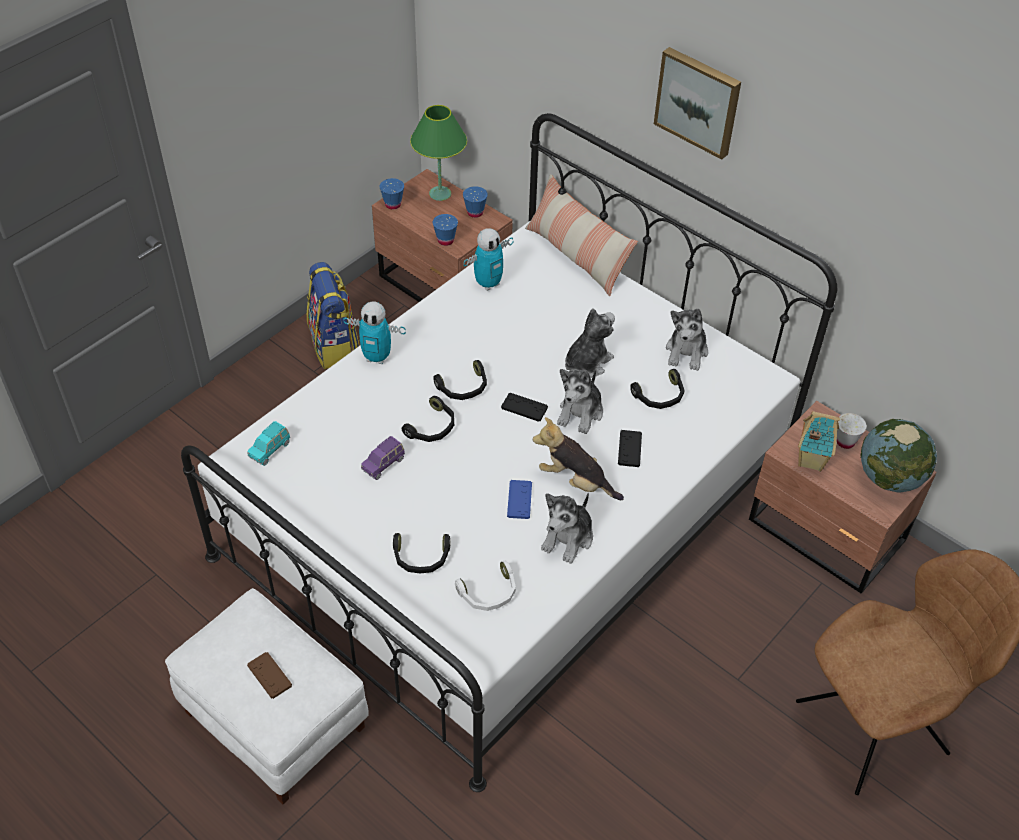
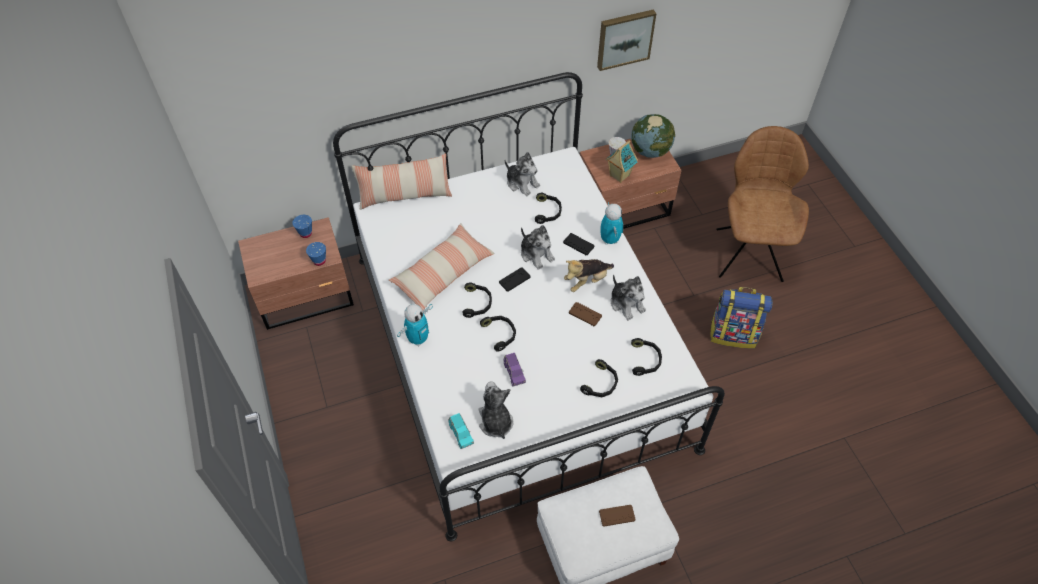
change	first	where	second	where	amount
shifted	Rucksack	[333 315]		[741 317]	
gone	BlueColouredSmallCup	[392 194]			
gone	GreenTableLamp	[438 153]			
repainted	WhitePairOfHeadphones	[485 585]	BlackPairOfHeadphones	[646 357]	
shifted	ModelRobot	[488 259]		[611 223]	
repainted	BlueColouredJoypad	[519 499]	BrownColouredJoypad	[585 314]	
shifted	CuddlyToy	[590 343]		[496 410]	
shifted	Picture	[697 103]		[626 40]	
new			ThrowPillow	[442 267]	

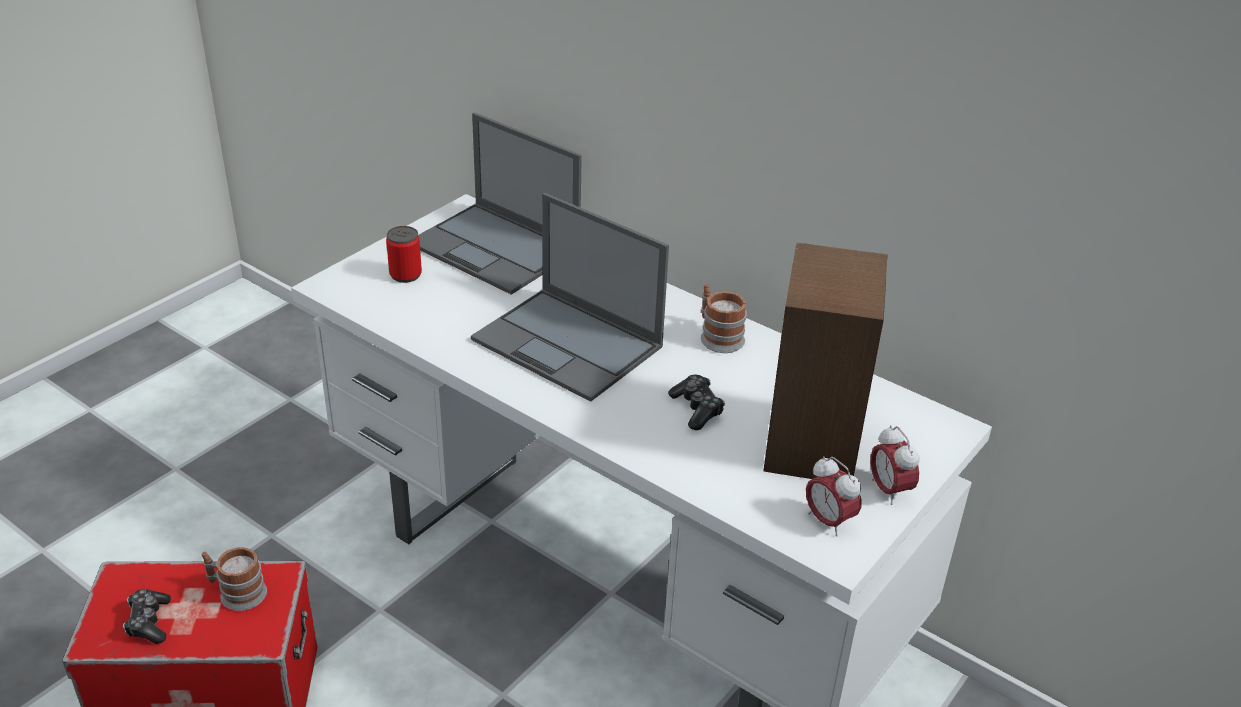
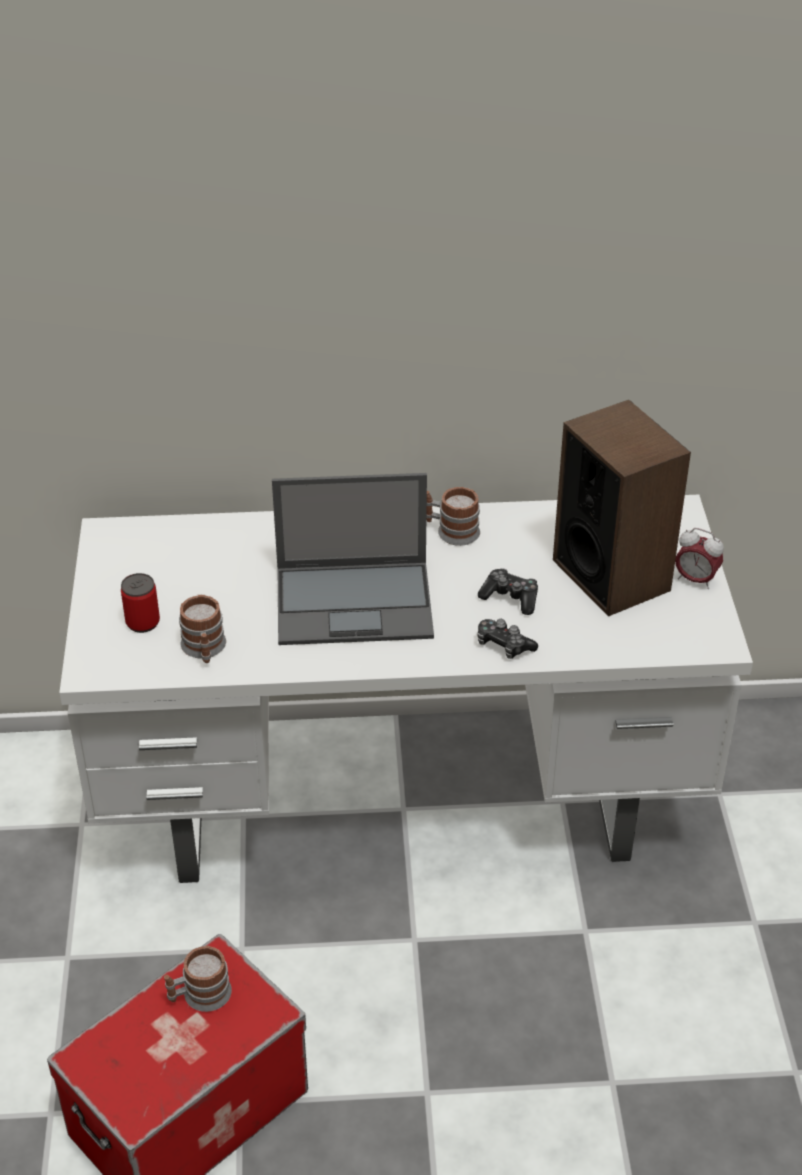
change	first	where	second	where	amount
shifted	Joypad	[147 616]		[507 639]	
gone	Laptop	[500 204]			
gone	BedsideClock	[833 496]			
new			Mug	[202 629]	

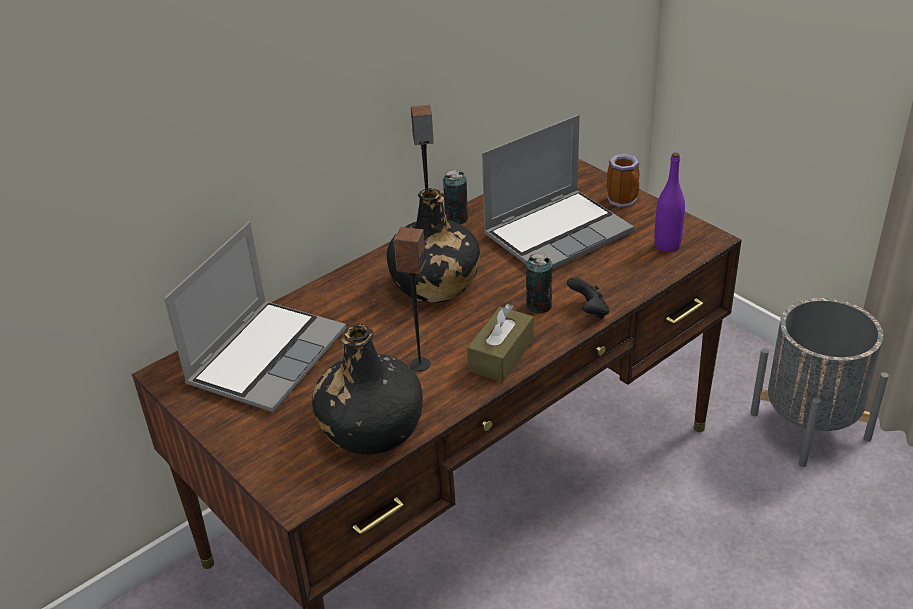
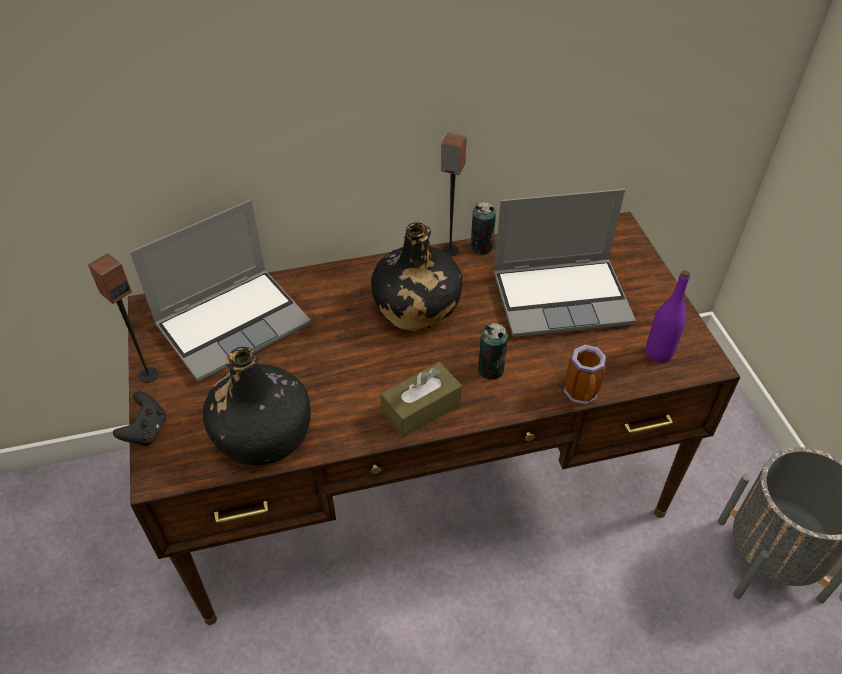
change	first	where	second	where	amount
shifted	Speaker	[412 299]		[123 318]	
shifted	BlackJoypad	[588 298]		[139 418]	
shifted	Mug	[623 180]		[585 375]	

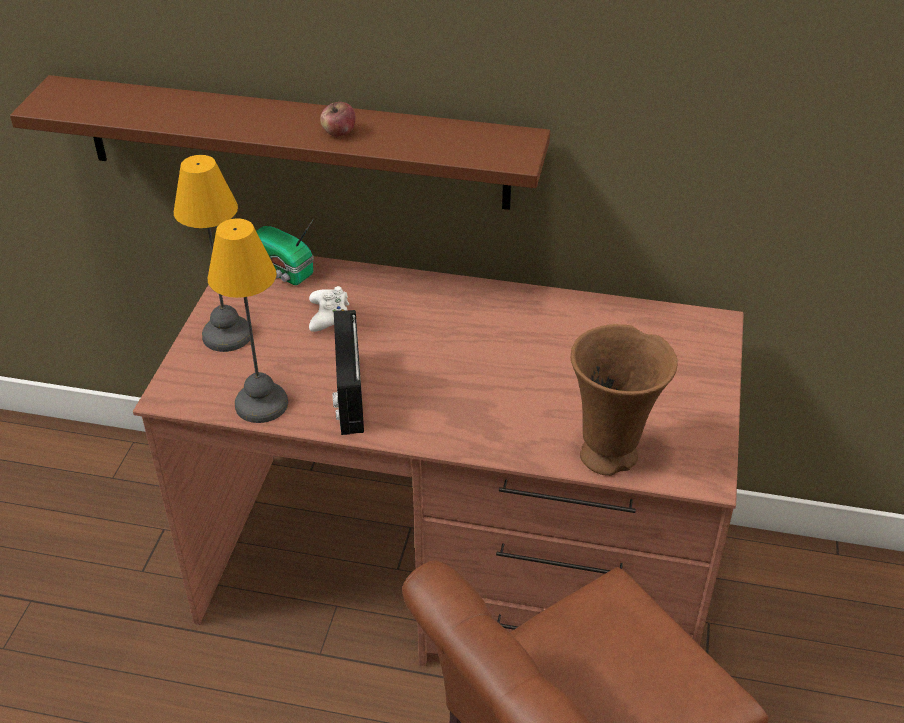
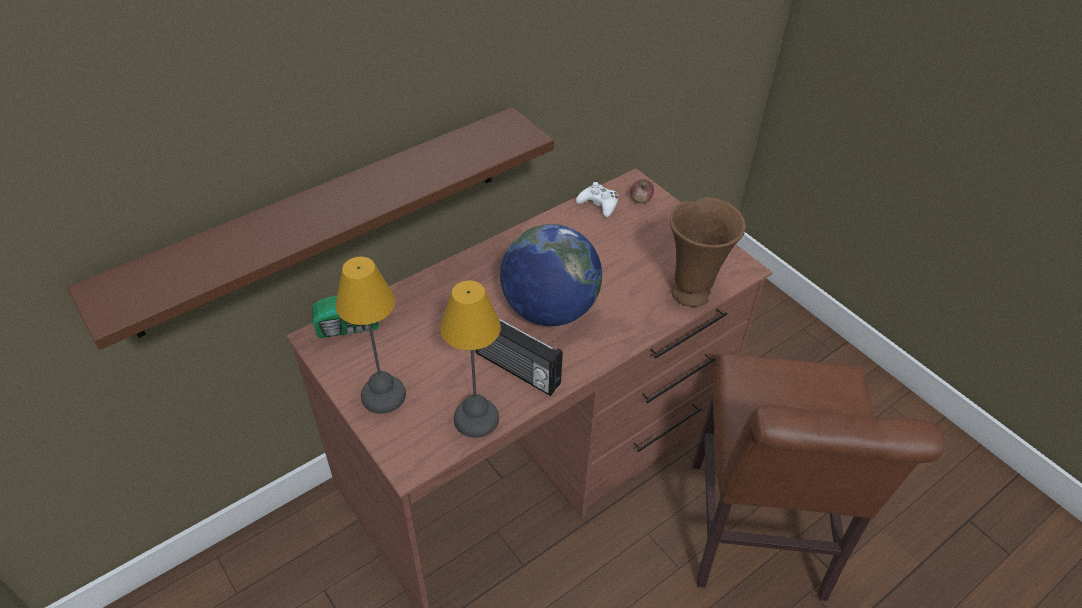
change	first	where	second	where	amount
shifted	WhiteJoypad	[329 309]		[597 199]	
shifted	Apple	[338 119]		[642 191]	
new			WorldGlobe	[551 275]	

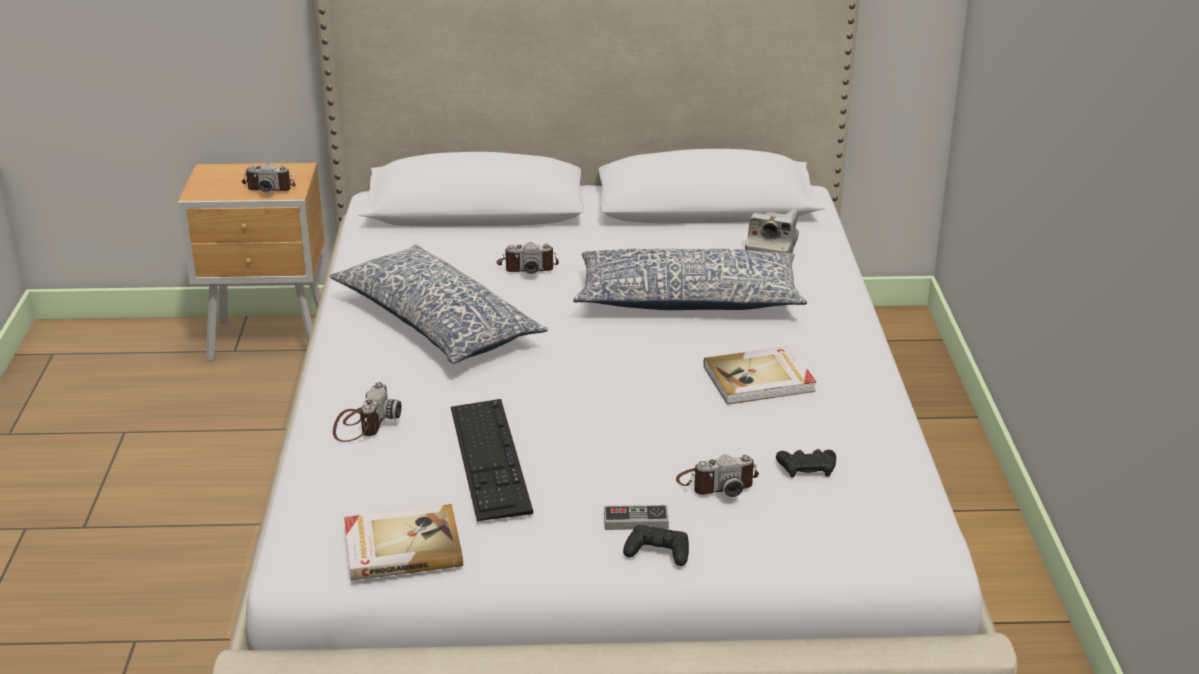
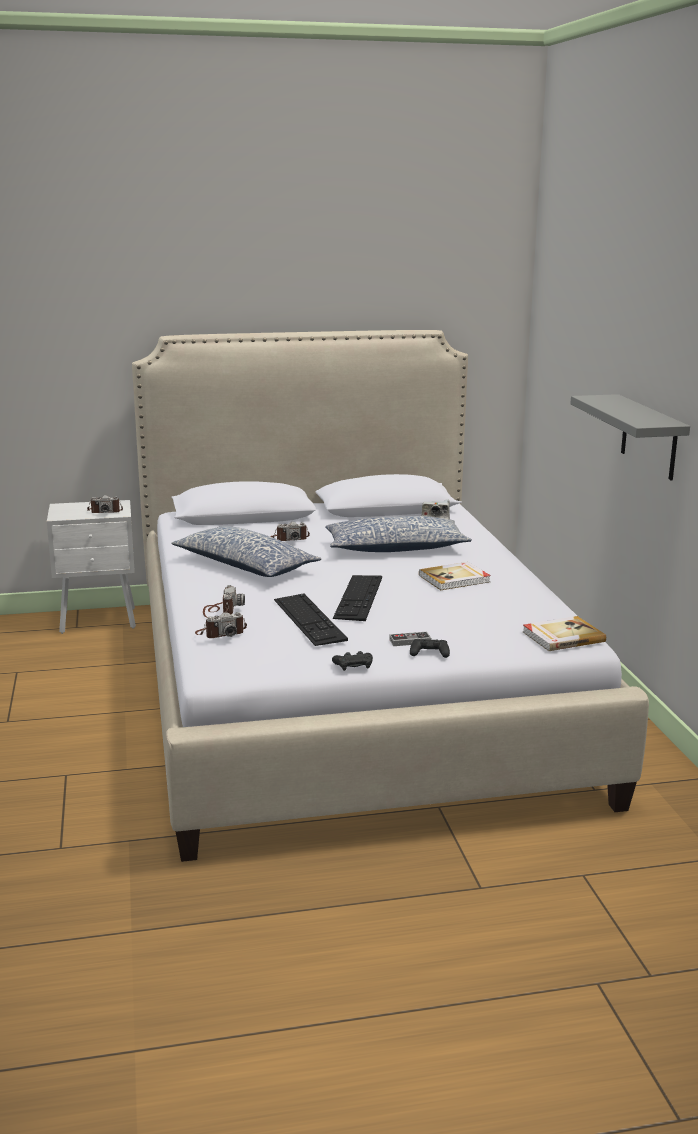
change	first	where	second	where	amount
repainted	BrownColouredNightTable	[251 262]	WhiteNightTable	[91 567]	
shifted	Volume	[403 542]		[564 633]	
shifted	PhotoCamera	[717 475]		[221 625]	
shifted	BlackJoypad	[806 463]		[352 661]	
new			Keyboard	[357 598]	
new			GrayWallShelf	[630 437]	

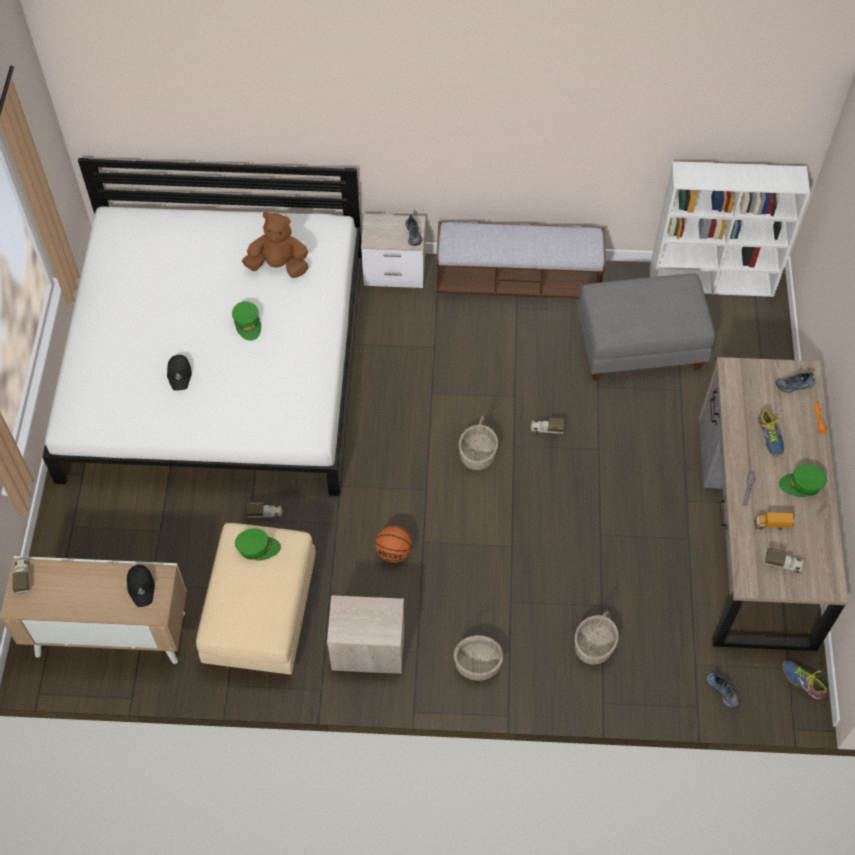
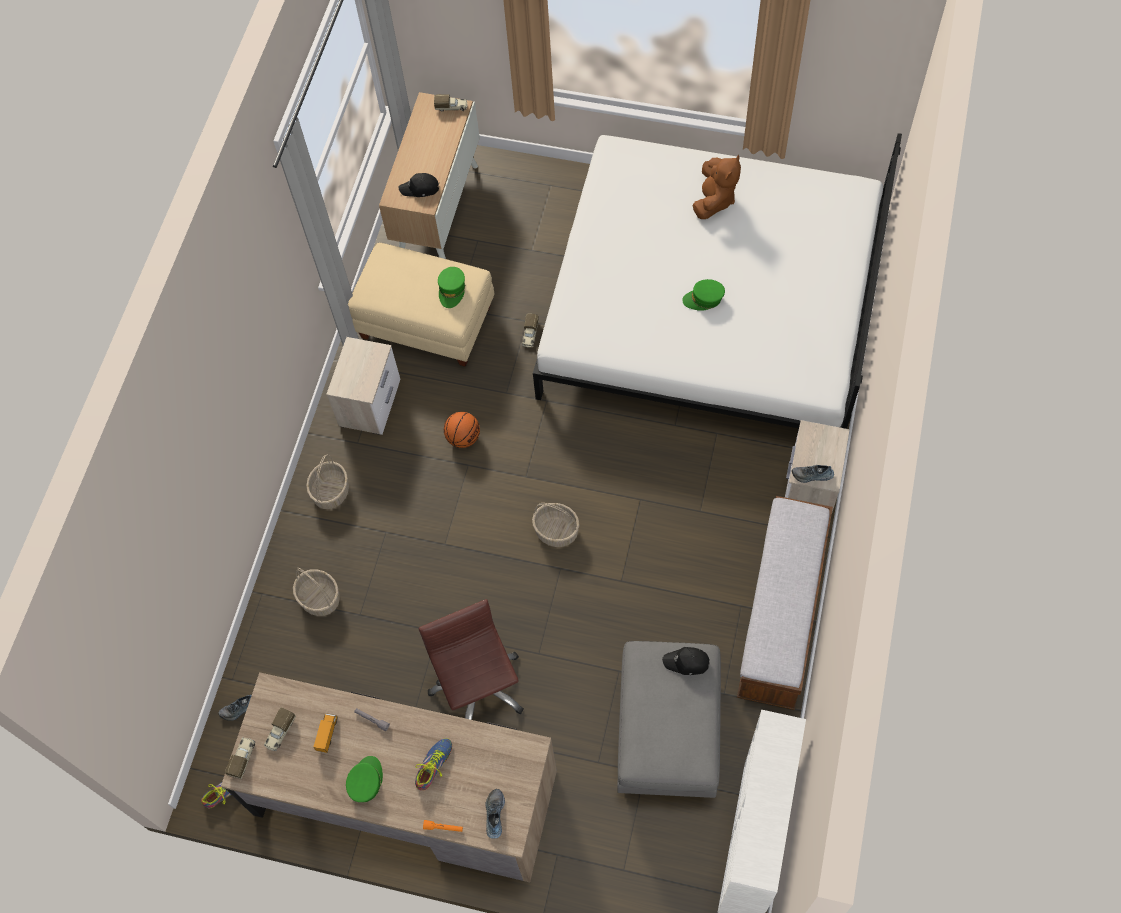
change	first	where	second	where	amount
shifted	BlackPeakedCap	[179 373]		[686 661]	
shifted	BrownColouredCuddlyToy	[275 245]		[717 187]	
shifted	ToyTruck	[547 426]		[240 758]	
rotated	LowShoe	[770 433]		[433 764]	120 degrees clockwise
new			BrownColouredDeskChair	[471 659]	

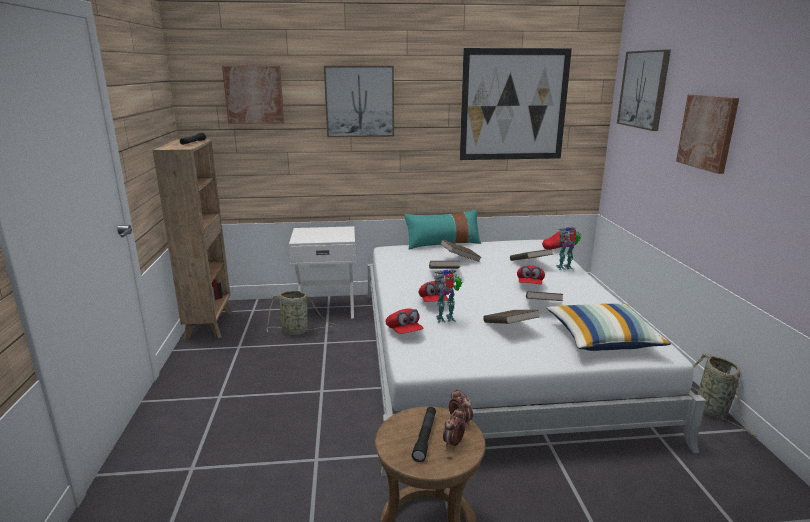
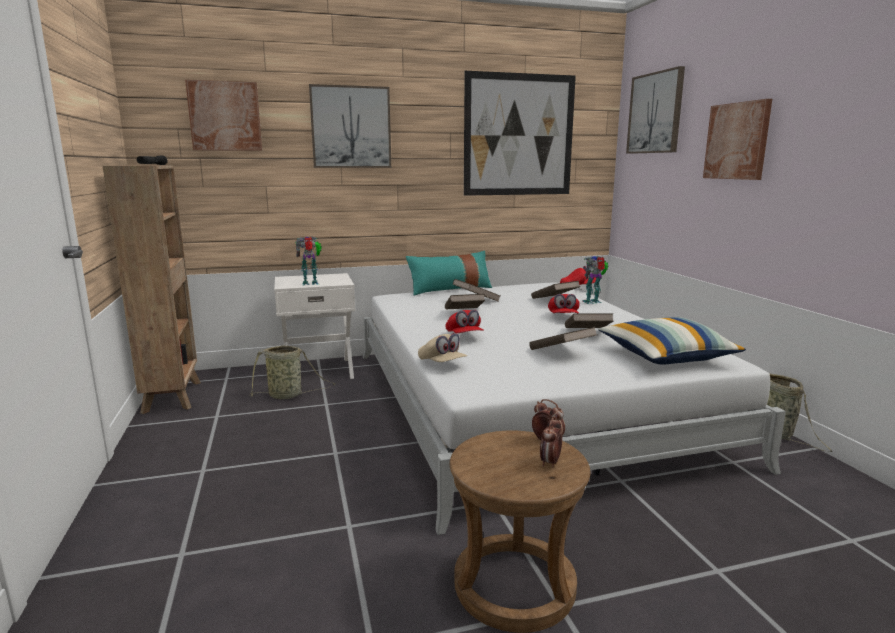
change	first	where	second	where	amount
repainted	RedColouredPeakedCap	[405 321]	SandColouredPeakedCap	[442 347]	
gone	BlackFlashlight	[424 434]			
shifted	ModelRobot	[448 296]		[308 261]	

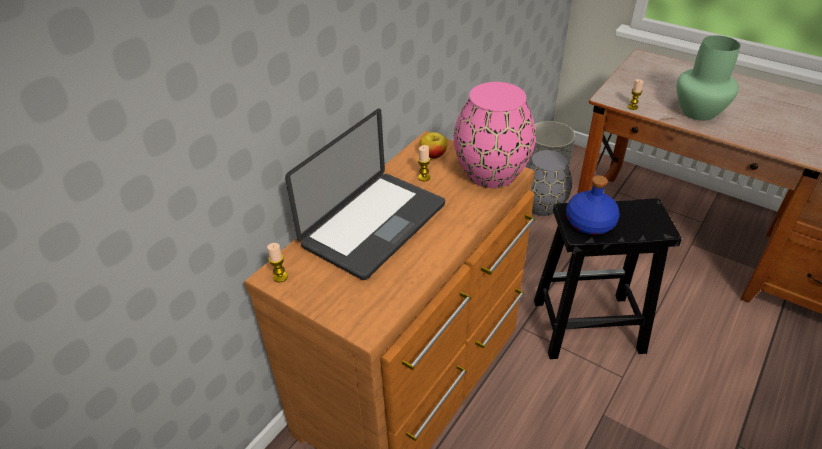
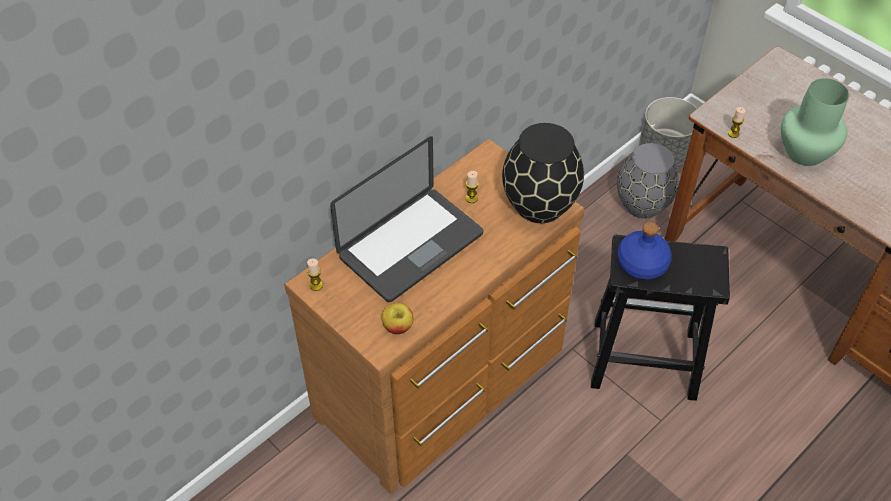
change	first	where	second	where	amount
shifted	Apple	[434 145]		[397 318]	
repainted	PinkDecorativeVase	[495 135]	BlackDecorativeVase	[543 173]	

